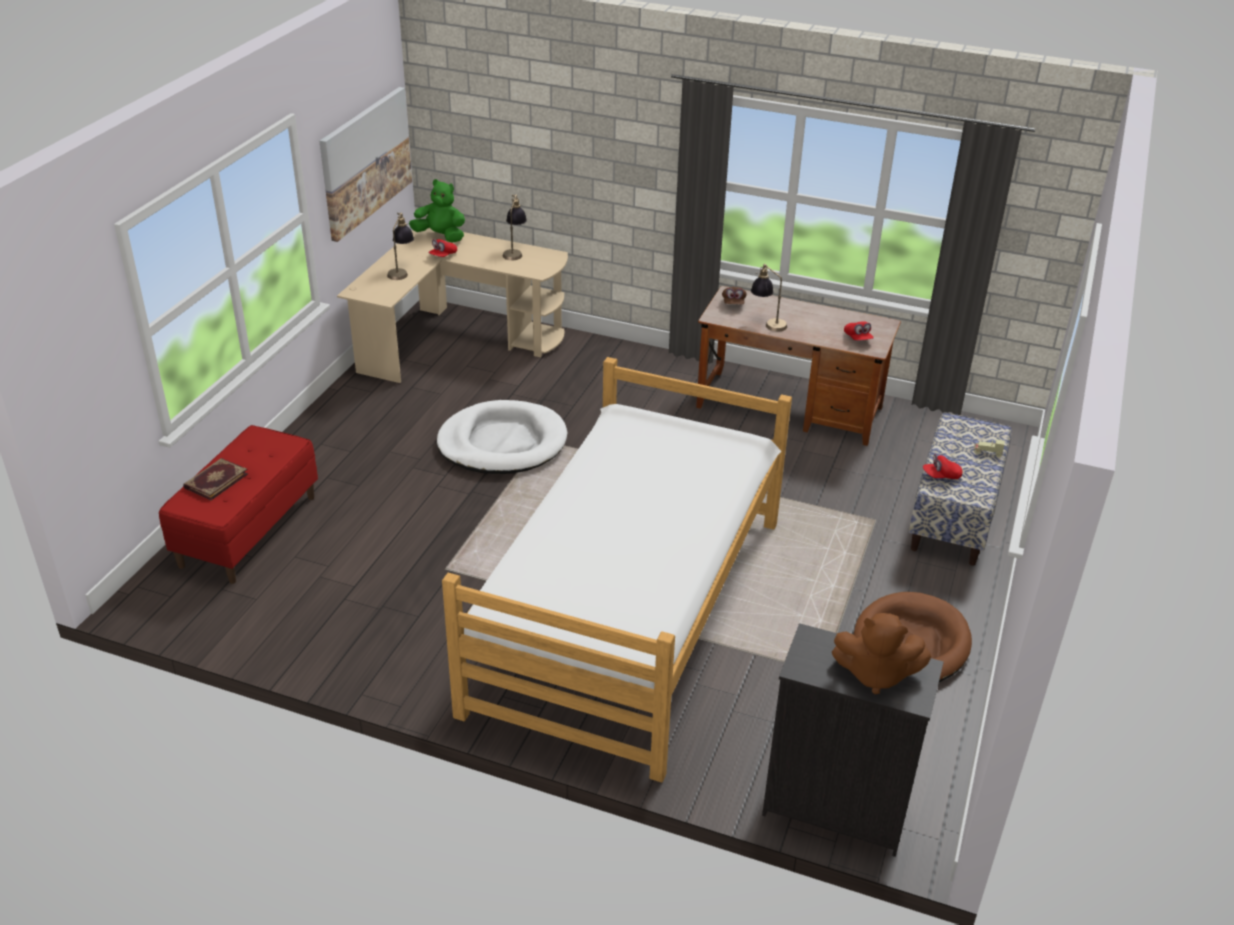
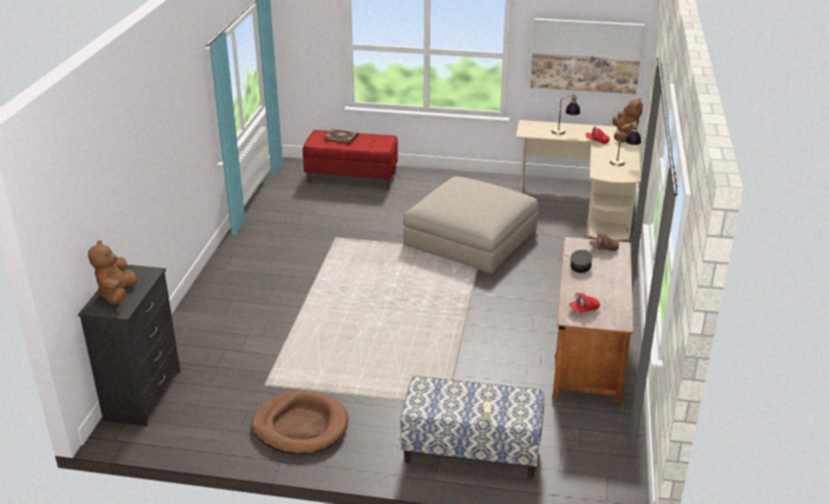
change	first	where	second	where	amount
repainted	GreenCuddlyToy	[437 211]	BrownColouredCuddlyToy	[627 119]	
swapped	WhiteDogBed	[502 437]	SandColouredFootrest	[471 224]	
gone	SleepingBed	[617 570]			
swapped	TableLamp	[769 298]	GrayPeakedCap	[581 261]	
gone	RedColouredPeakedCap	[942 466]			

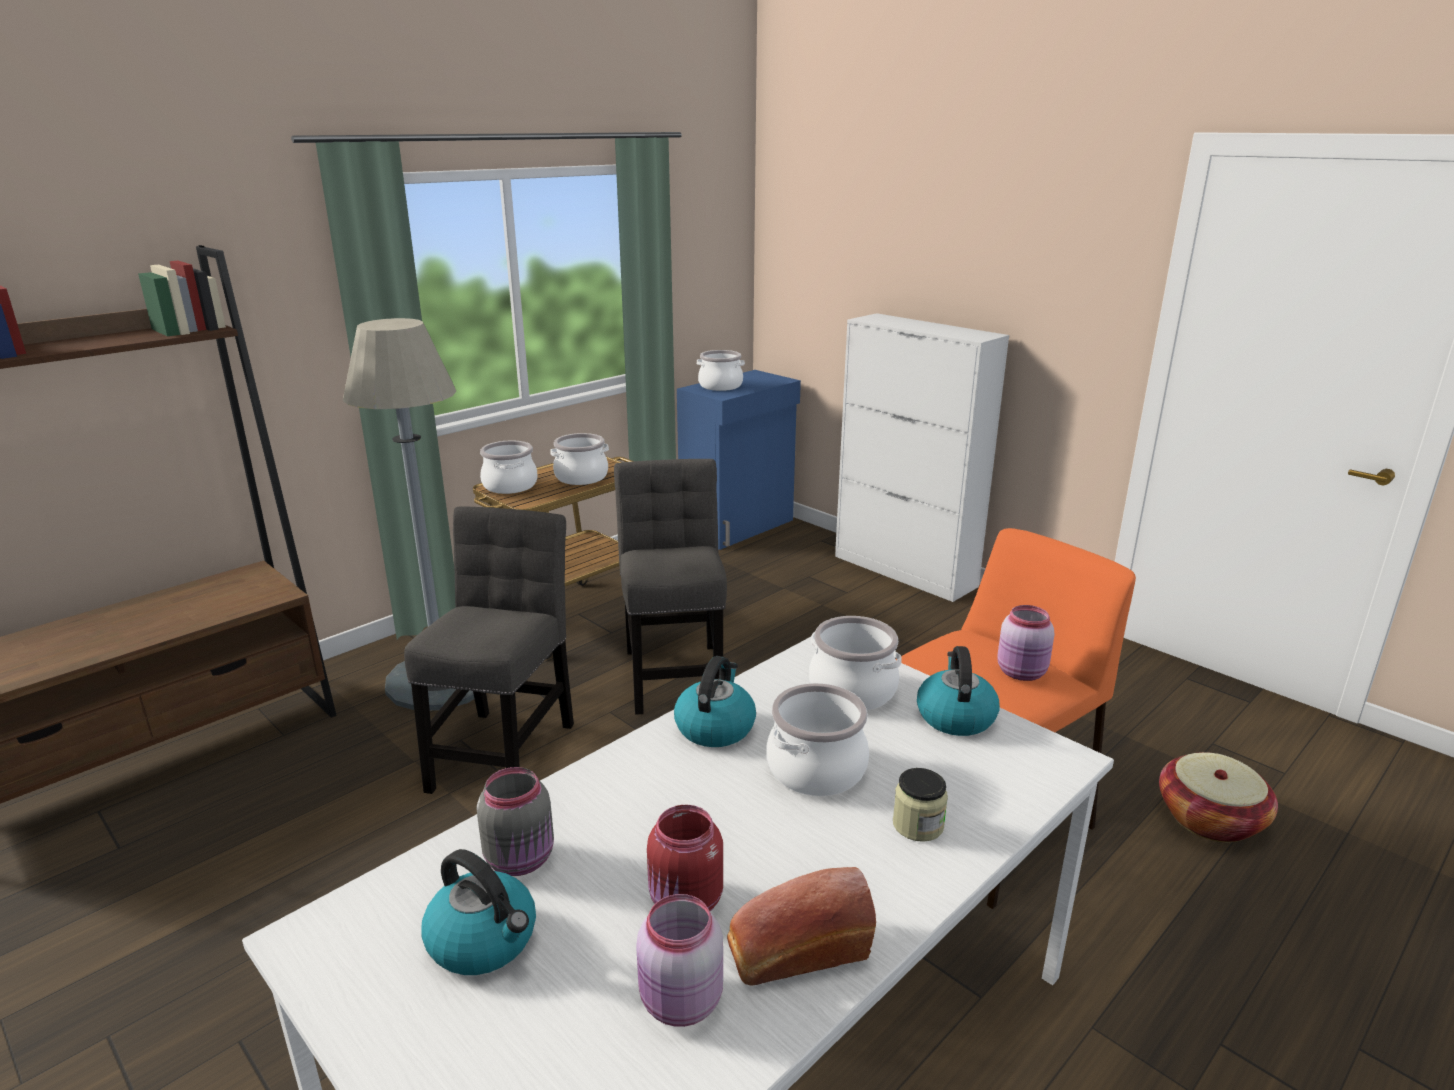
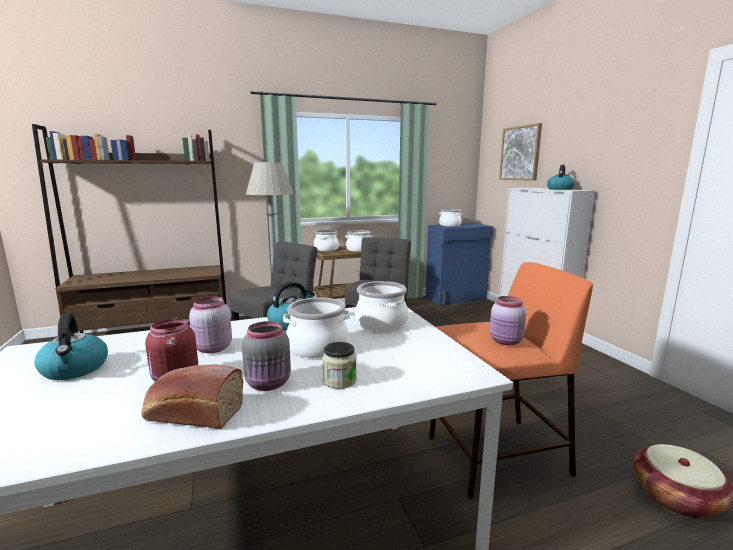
change	first	where	second	where	amount
shifted	GrayJar	[515 821]		[266 356]	
shifted	PinkJar	[679 960]		[210 324]	
shifted	WaterKettle	[958 691]		[561 177]	
new			Picture	[520 152]	

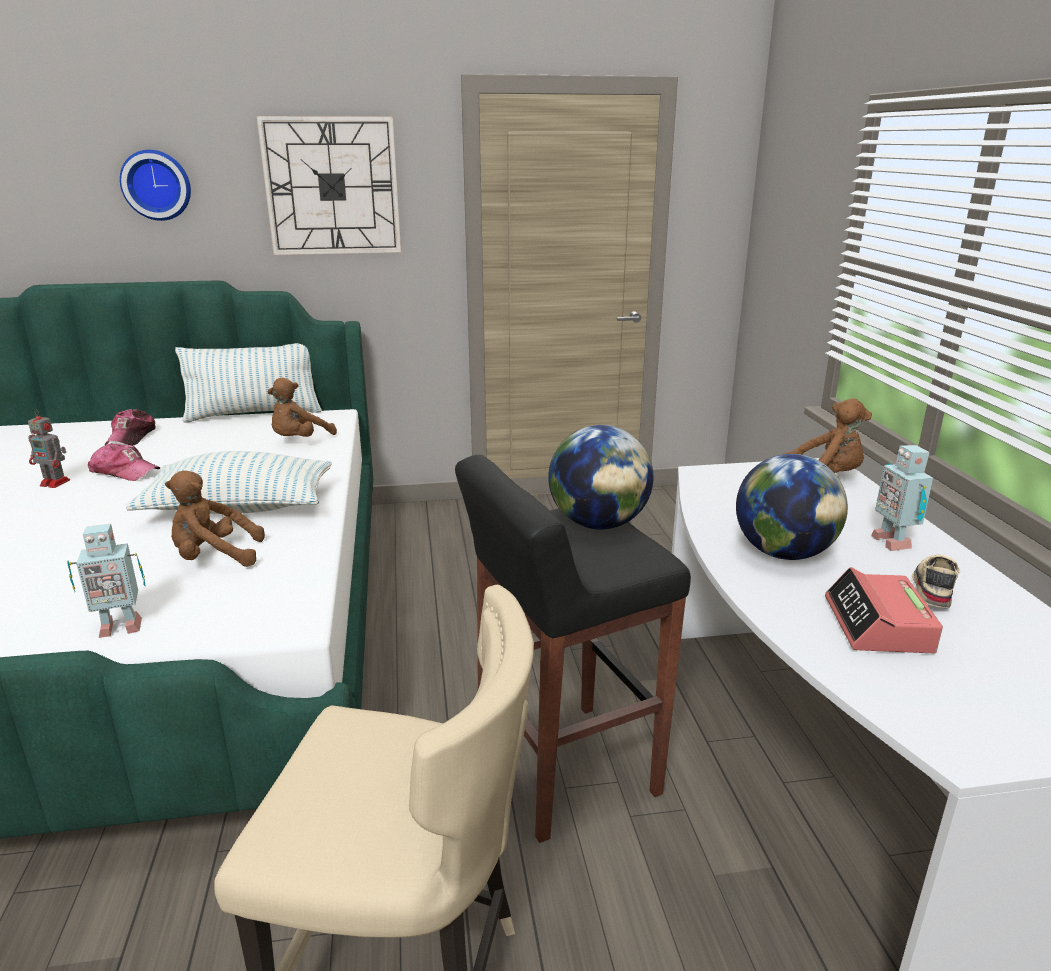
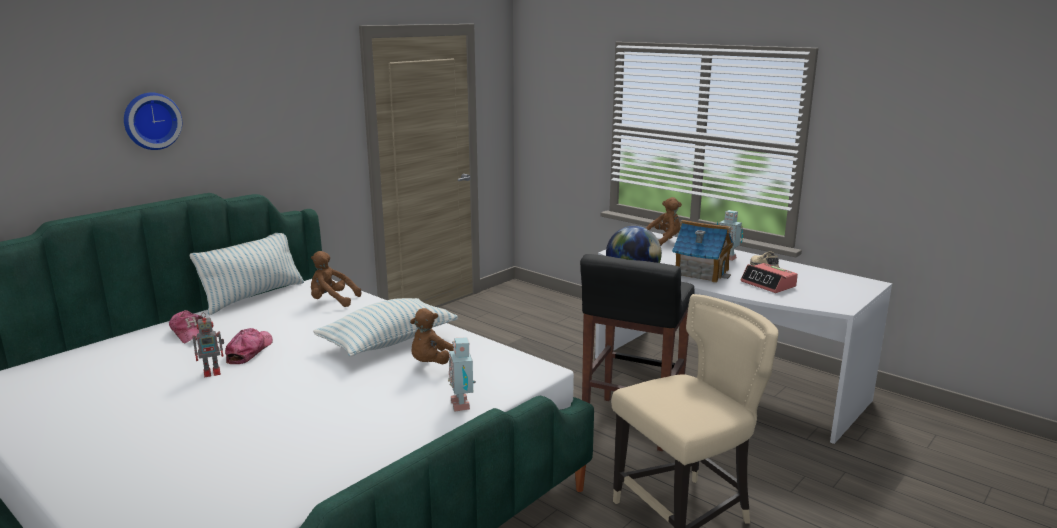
change	first	where	second	where	amount
rotated	ModelRobot	[106 581]		[462 374]	135 degrees clockwise
rotated	PeakedCap	[124 462]		[249 346]	60 degrees counterclockwise
gone	HangingClock	[329 185]			
rotated	BrownColouredCuddlyToy	[302 407]		[336 279]	105 degrees clockwise
swapped	WorldGlobe	[792 507]	MiniatureHouse	[703 251]	

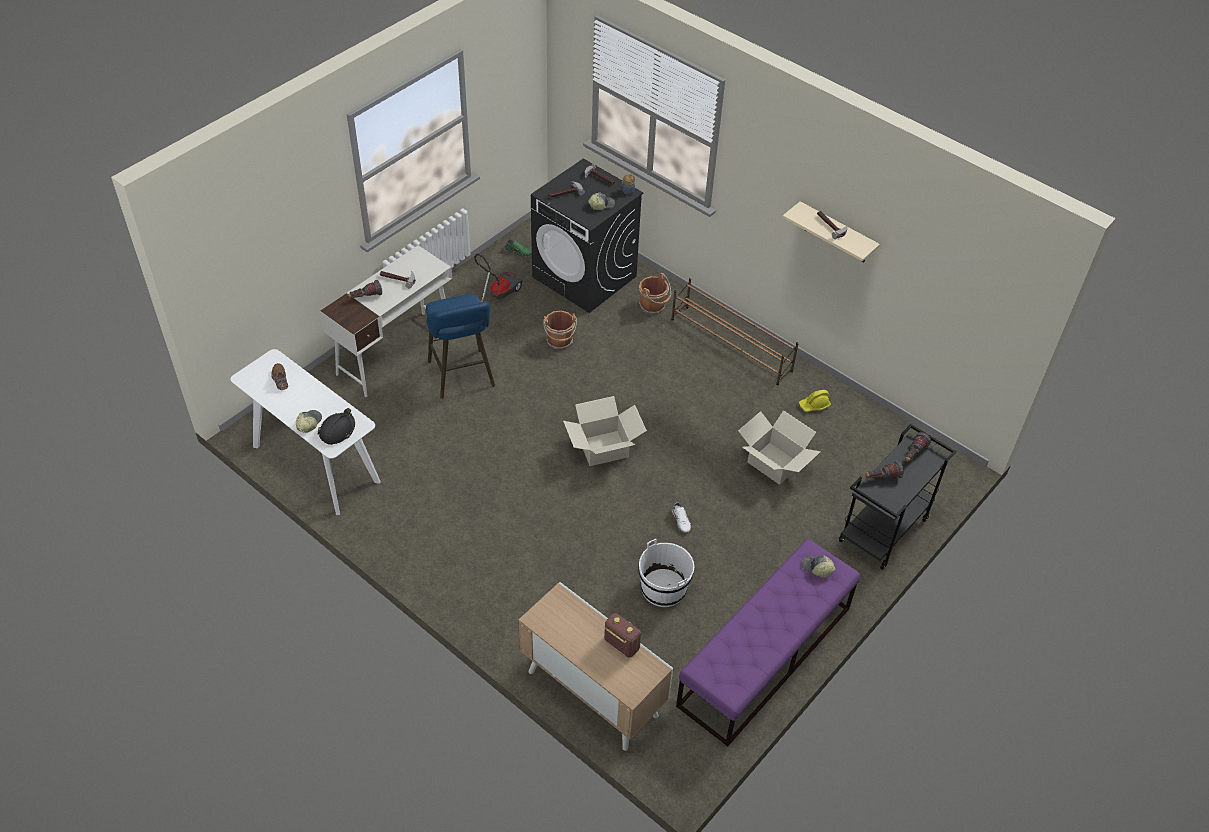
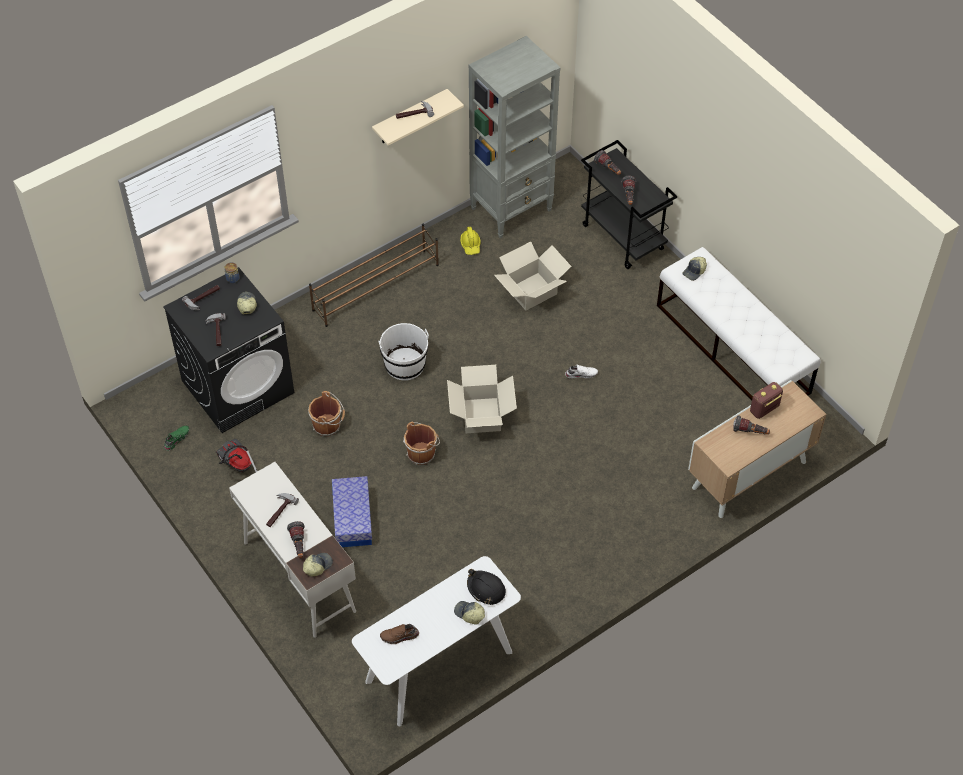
change	first	where	second	where	amount
swapped	BlueColouredSittingStool	[460 346]	StorageBin	[352 511]	
shifted	WhiteBucket	[666 573]		[404 351]	
shifted	BrownColouredBucket	[655 293]		[421 443]	
repainted	PurplishBench	[768 643]	WhiteBench	[738 323]	
new			PeakedCap	[318 565]	
new			GrayBookshelf	[514 137]	
new			Flashlight	[751 425]	

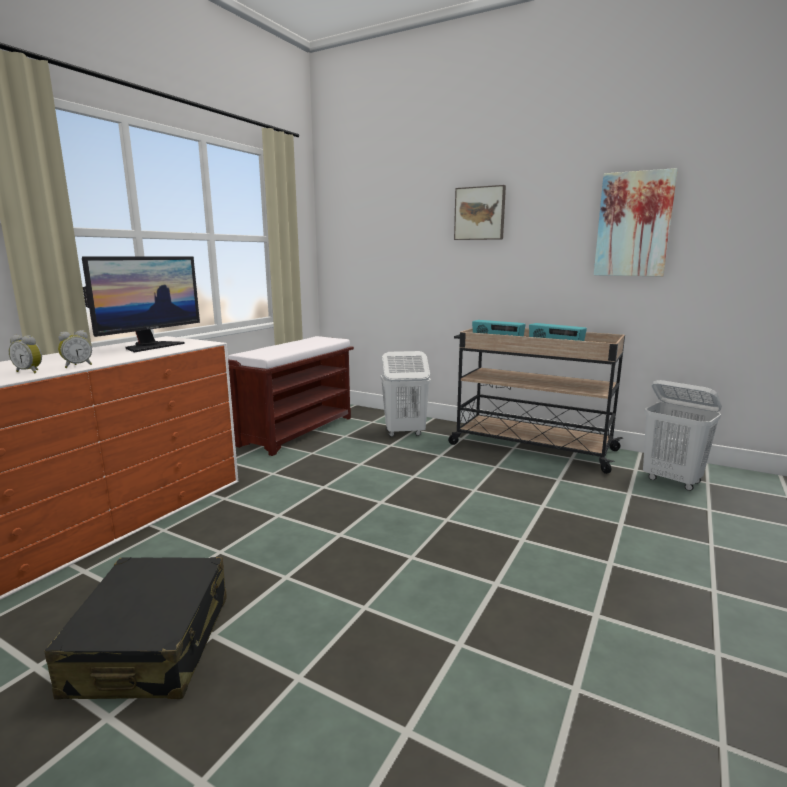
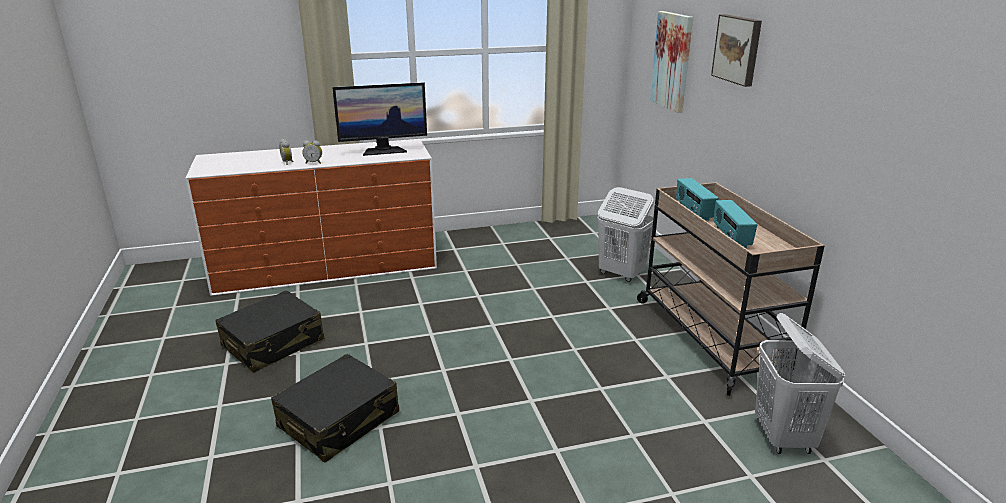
change	first	where	second	where	amount
gone	BrownColouredBench	[291 396]			
shifted	Picture	[636 222]		[671 62]	
new			BlackPieceOfLuggage	[335 408]	

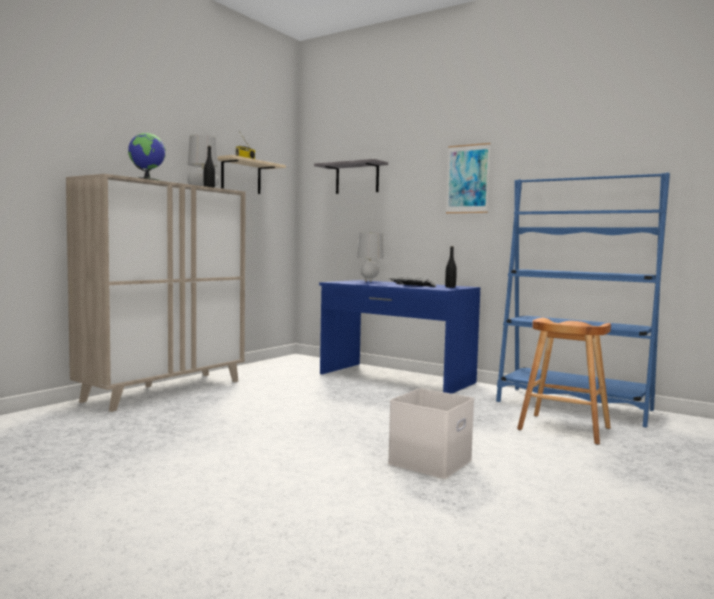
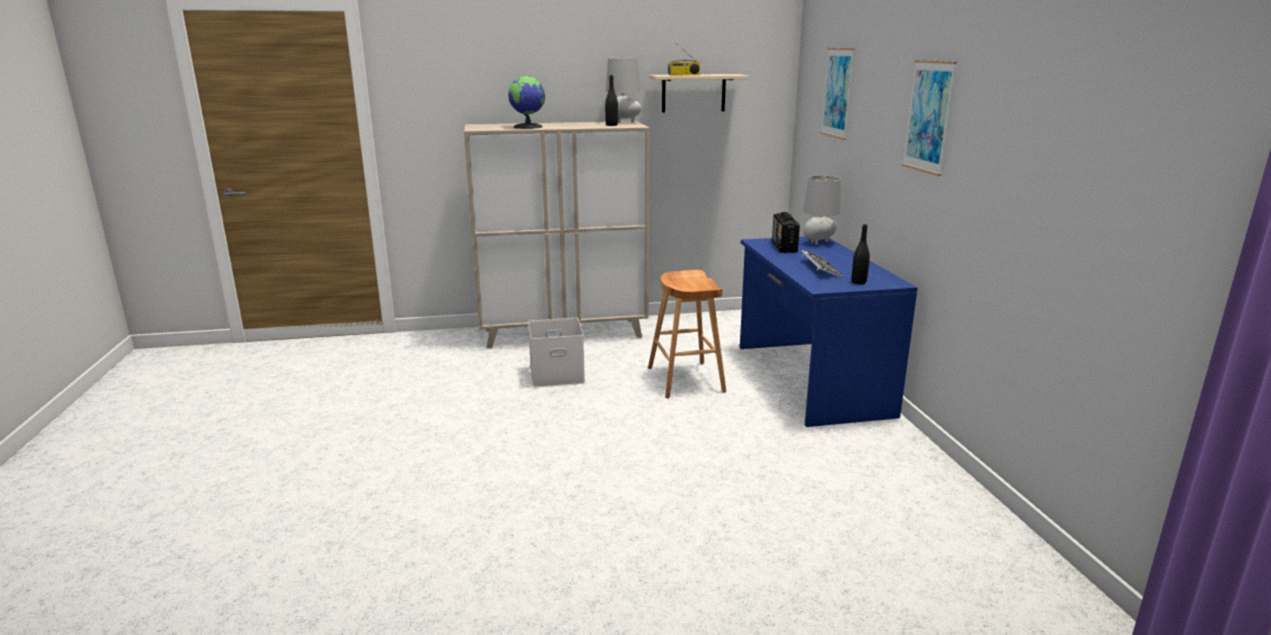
change	first	where	second	where	amount
swapped	GrayWallShelf	[351 176]	Picture	[837 94]	
shifted	WhiteStorageBin	[431 433]		[556 352]	
gone	BlueColouredBookshelf	[583 300]			
shifted	BrownColouredSittingStool	[564 381]		[687 334]	
new			Radio	[786 232]	

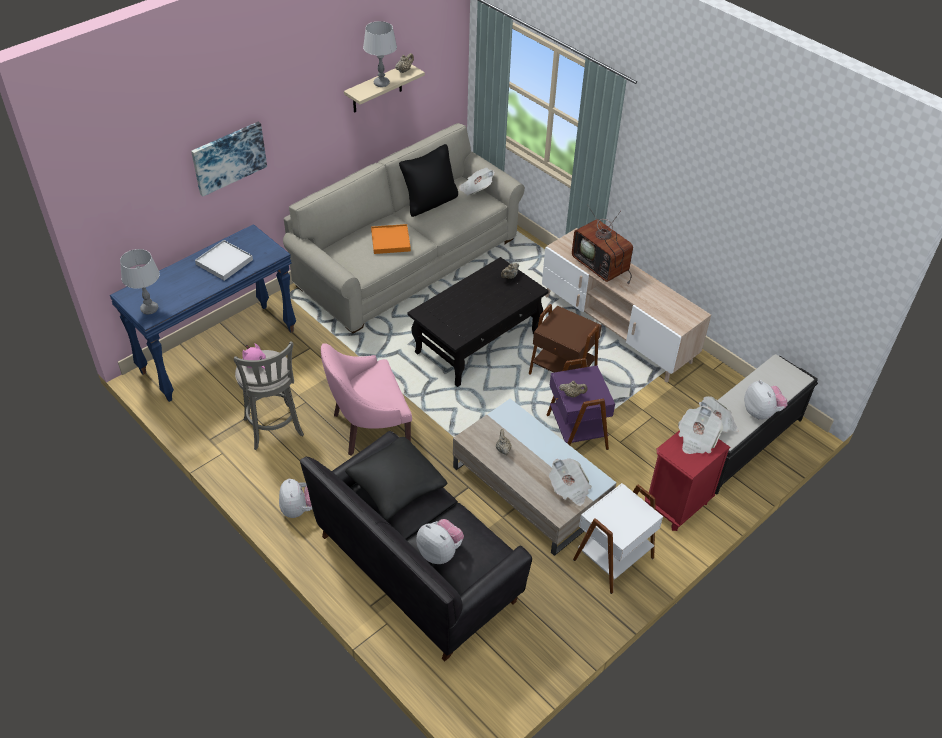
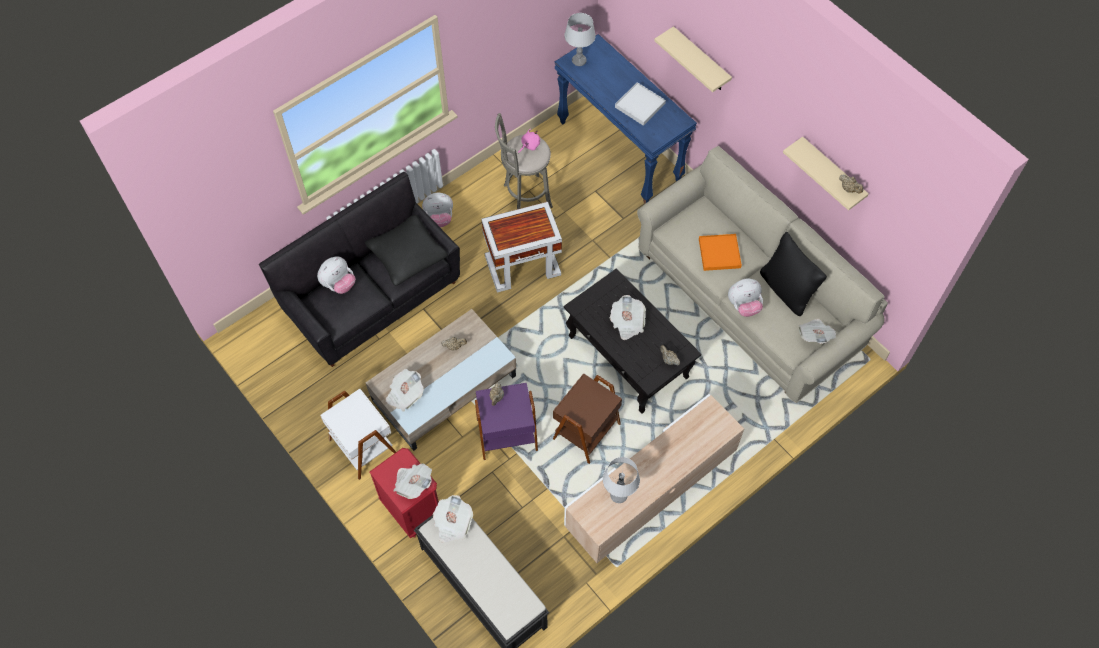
change	first	where	second	where	amount
swapped	Picture	[229 159]	SandColouredWallShelf	[693 59]	
swapped	PinkLoungeChair	[366 399]	WhiteSideTable	[521 247]	
shifted	GrayTableLamp	[380 54]		[621 480]	
gone	Television	[602 244]			
shifted	CuddlyToy	[765 400]		[745 298]	
new			Newspaper	[627 317]	

